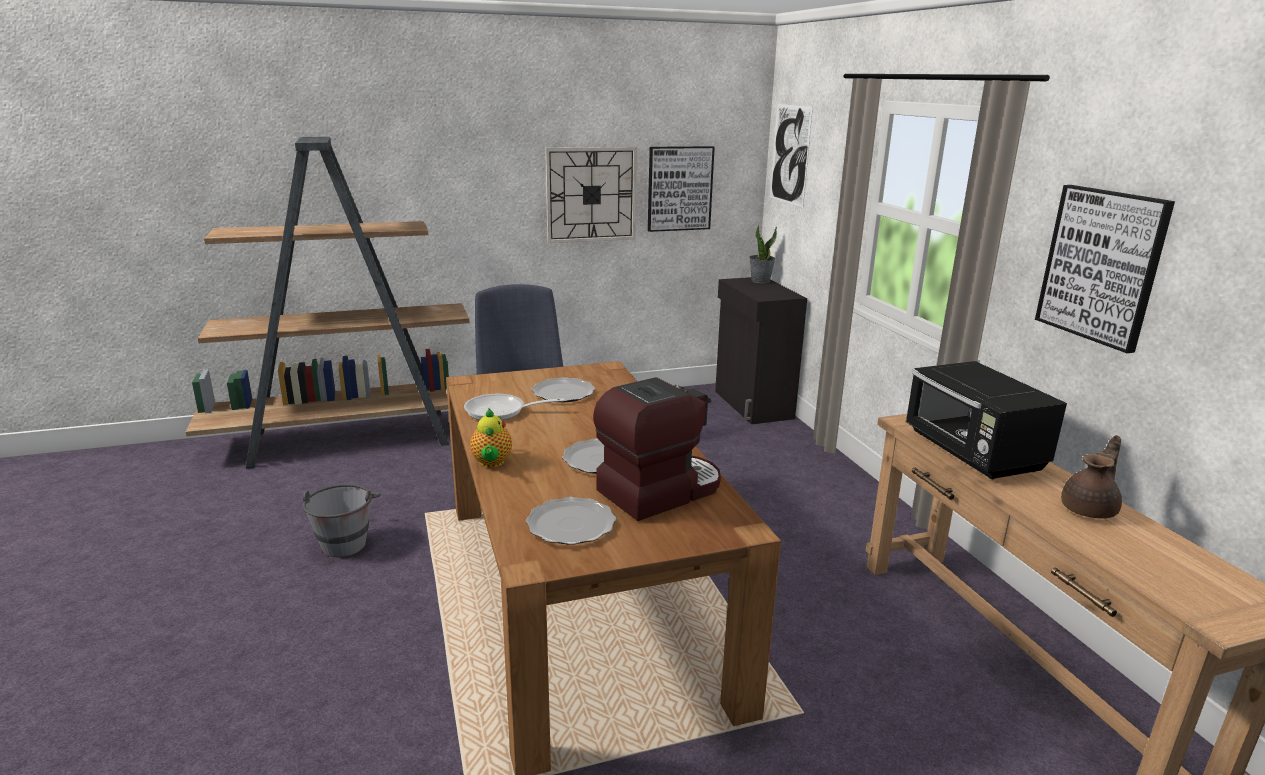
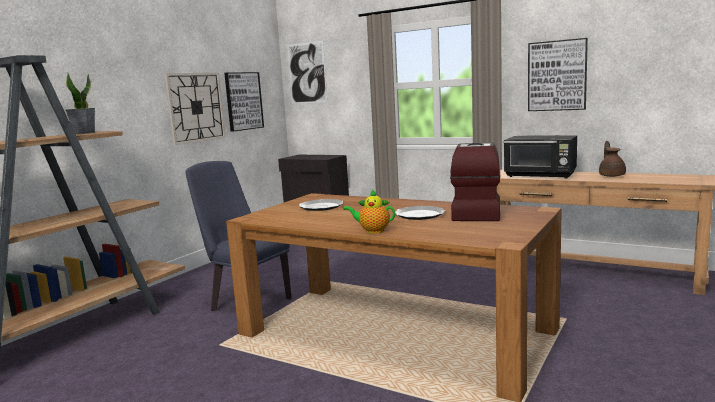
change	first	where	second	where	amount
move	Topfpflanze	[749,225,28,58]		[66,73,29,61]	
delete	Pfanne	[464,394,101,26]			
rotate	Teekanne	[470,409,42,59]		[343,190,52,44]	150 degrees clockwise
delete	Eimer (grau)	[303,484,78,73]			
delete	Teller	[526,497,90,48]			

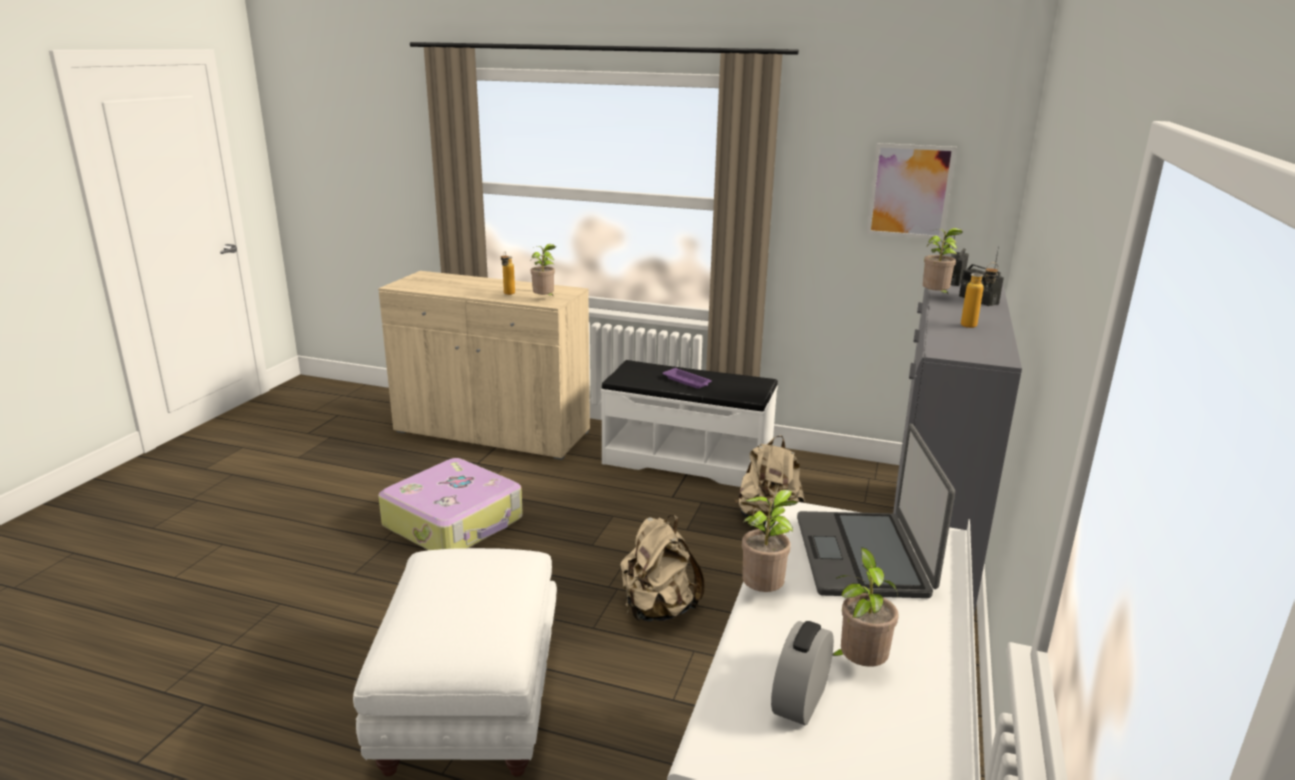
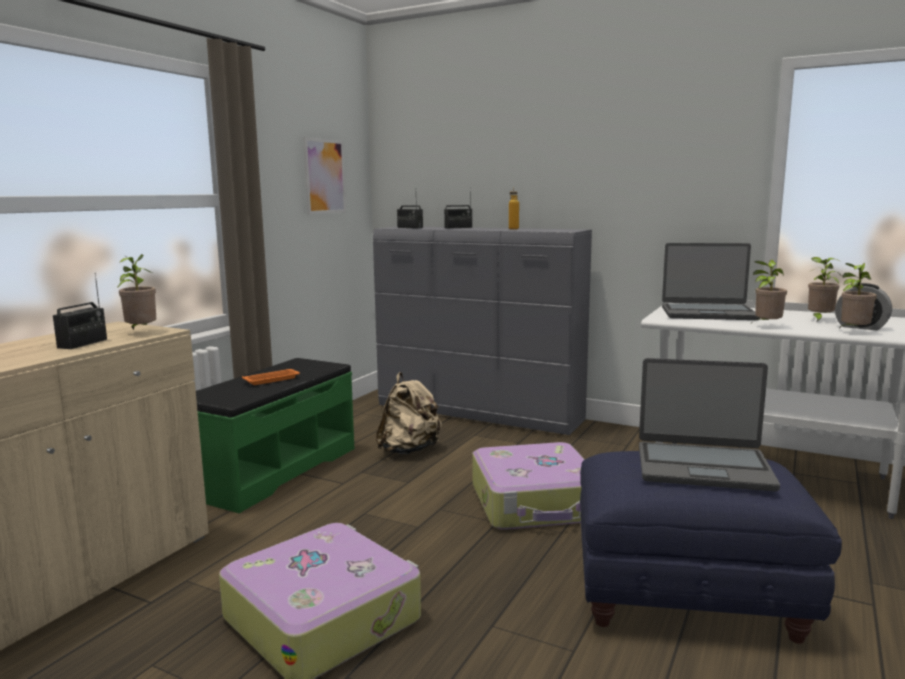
change	first	where	second	where	amount
move	Topfpflanze	[923,228,40,67]		[839,263,38,66]	
replace	Flasche	[501,251,14,44]	Radio	[53,273,54,76]	
recolor	Bank (weiß)	[601,360,177,127]	Bank (grün)	[196,358,158,155]	
recolor	Tablett (lila)	[663,368,49,21]	Tablett (orange)	[242,369,58,16]	
replace	Rucksack (beige)	[620,515,85,107]	Koffer	[472,442,113,88]	
recolor	Polsterhocker (weiß)	[353,548,204,229]	Polsterhocker (blau)	[580,451,262,193]	
insert			Laptop	[639,358,141,133]	

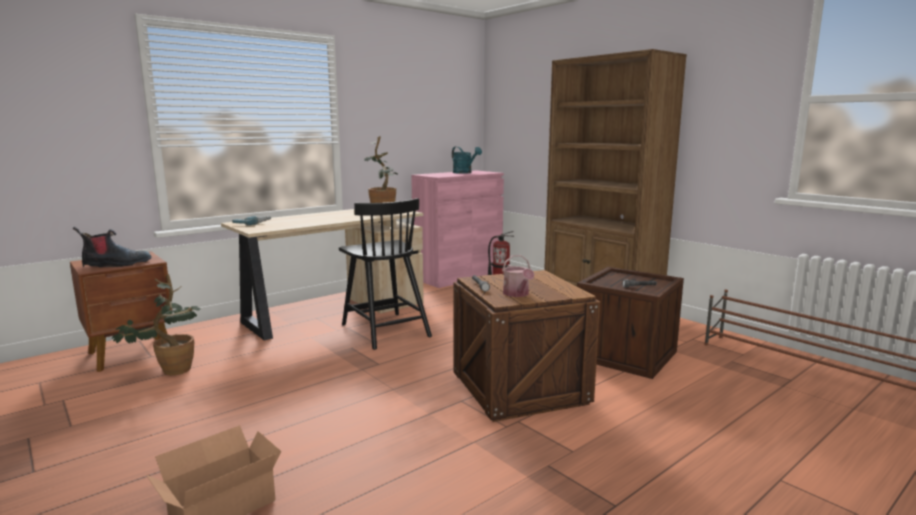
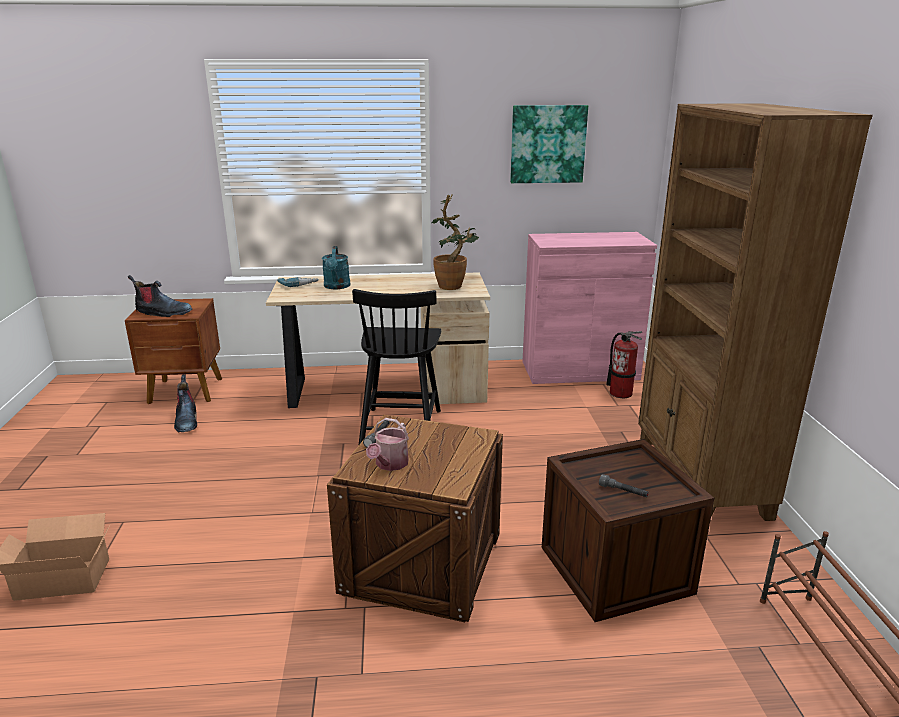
change	first	where	second	where	amount
move	Gießkanne (türkis)	[452,146,30,28]		[322,246,28,43]	
replace	Topfpflanze	[111,274,90,101]	Stiefel	[174,374,23,58]	
insert			Bild	[510,105,78,78]	

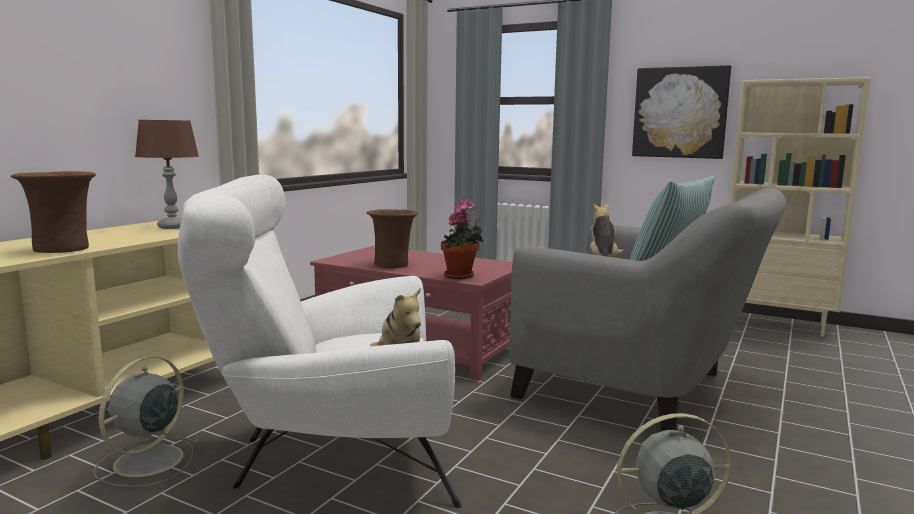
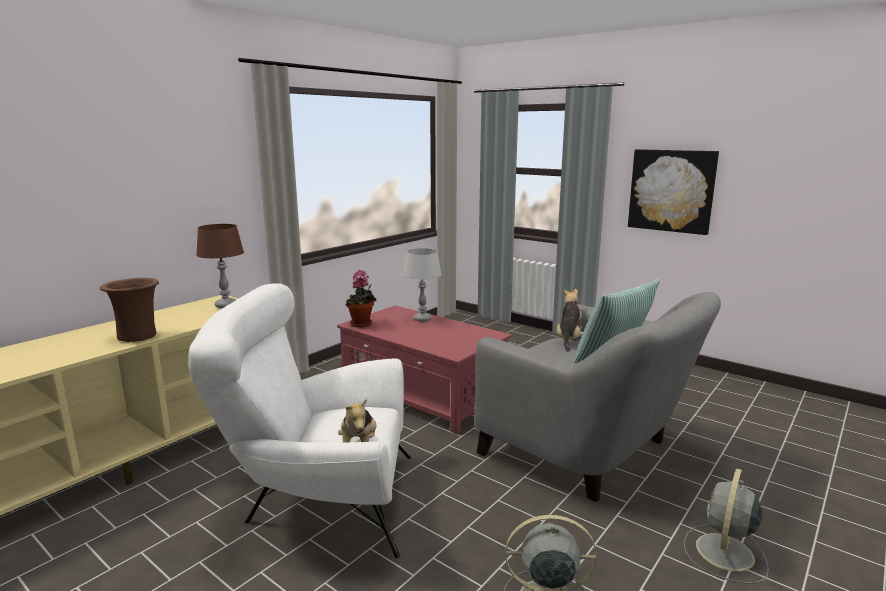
change	first	where	second	where	amount
delete	Bücherregal (beige)	[730,77,141,260]			
move	Topfpflanze	[441,198,42,81]		[346,270,30,57]	
delete	Vase (braun)	[367,209,50,59]			
move	Ventilator (grau)	[93,356,107,131]		[684,468,85,116]	
insert			Tischlampe (grau)	[403,248,39,74]	

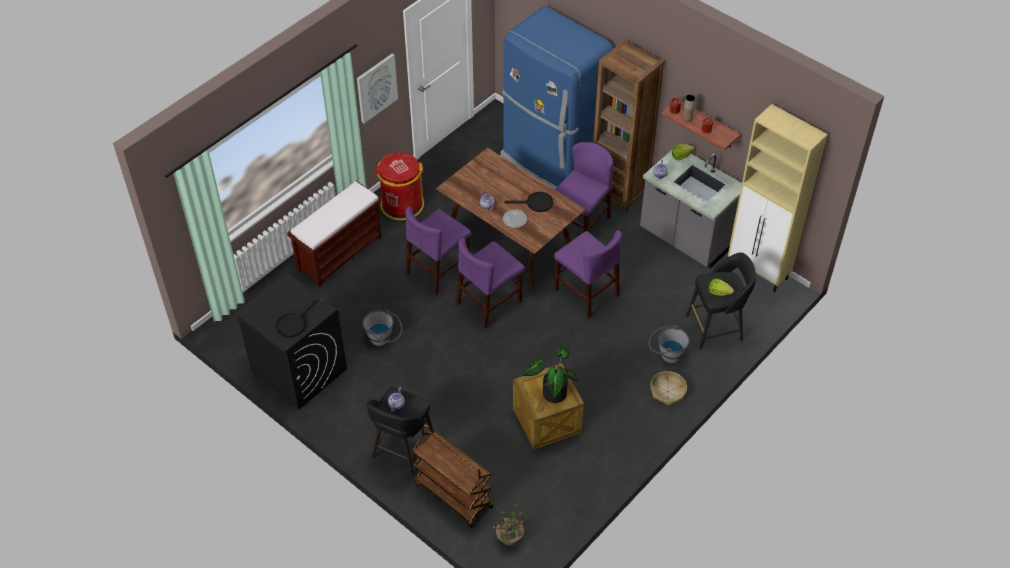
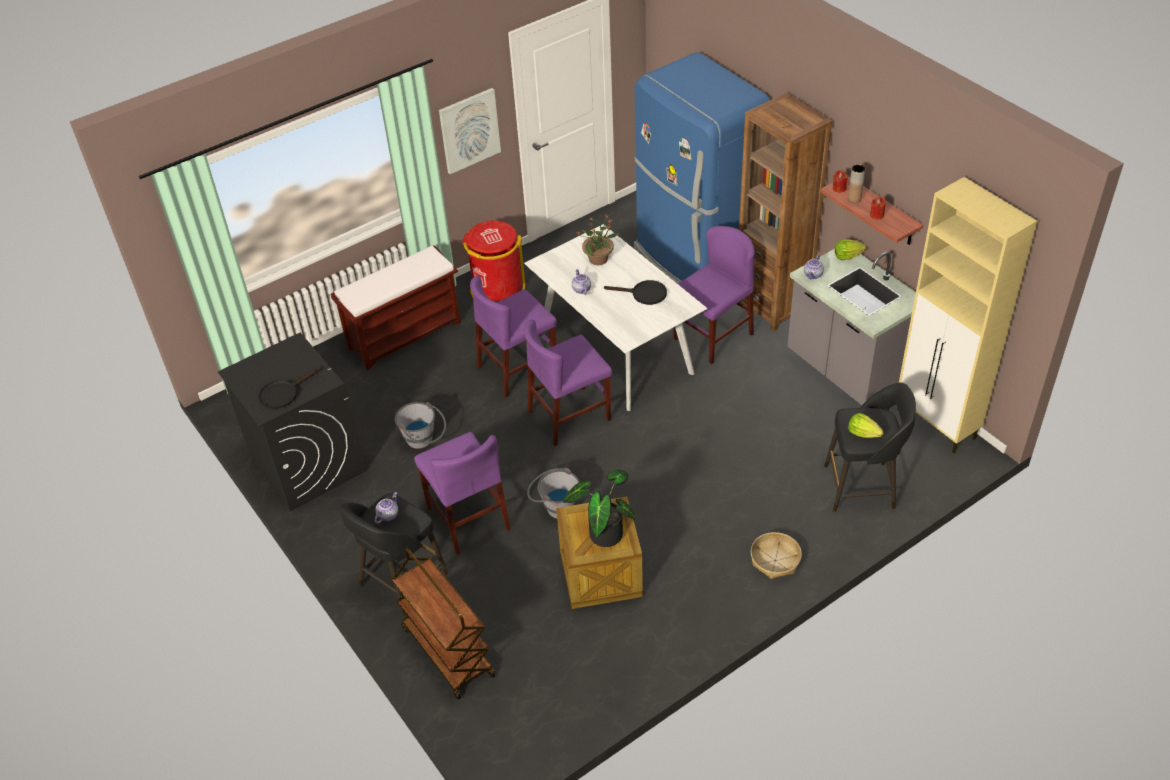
change	first	where	second	where	amount
recolor	Esstisch (braun)	[436,148,150,145]	Esstisch (weiß)	[524,224,183,187]	
delete	Teller	[503,210,24,18]			
move	Stuhl (lila)	[554,230,68,88]		[414,432,97,123]	
move	Eimer (grau)	[648,325,42,38]		[527,468,53,51]	
move	Topfpflanze	[493,504,35,42]		[577,215,42,50]	

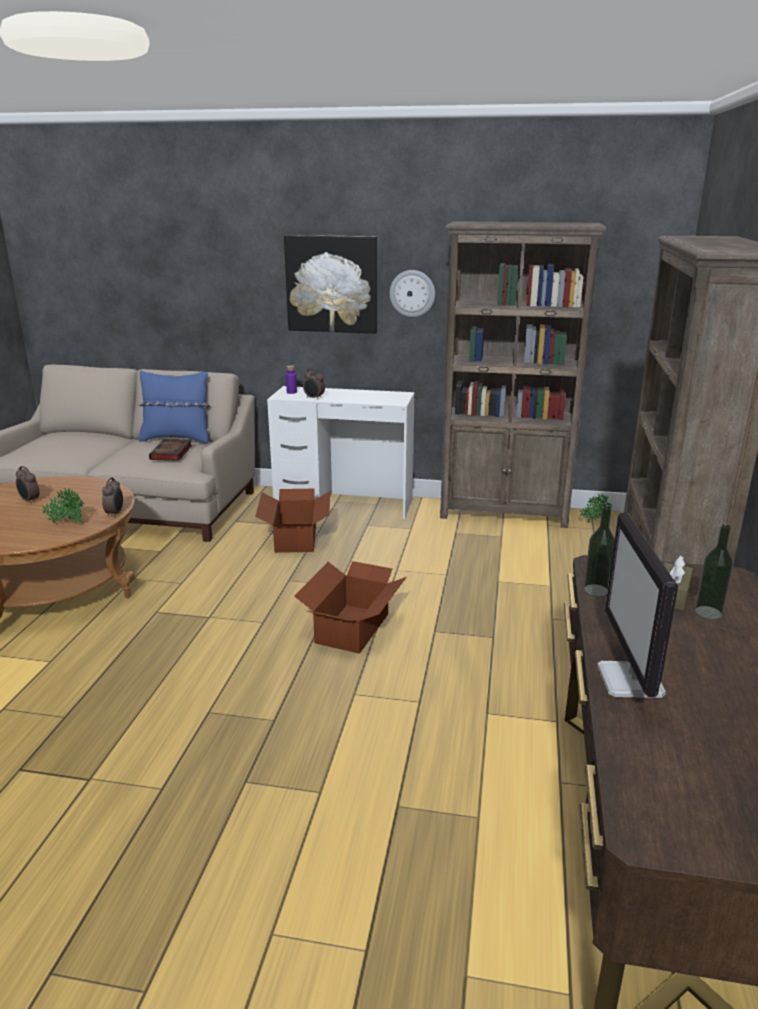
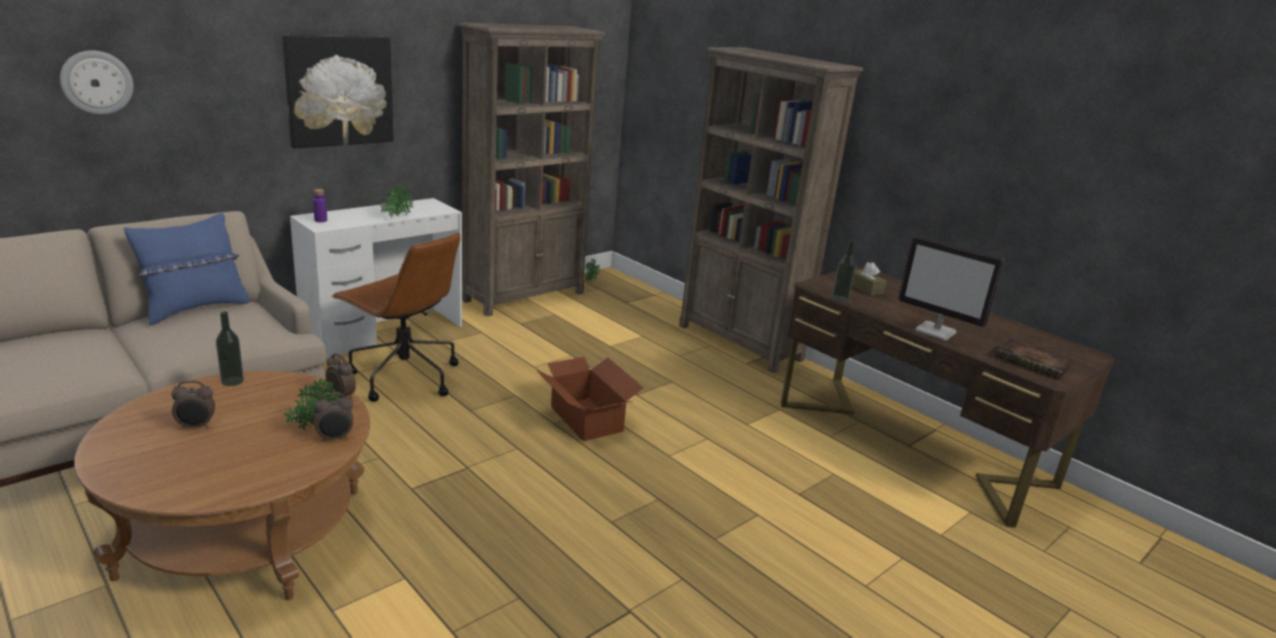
change	first	where	second	where	amount
move	Wanduhr	[390,270,45,47]		[60,50,74,65]	
move	Wecker	[303,368,22,32]		[314,393,39,49]	
move	Buch	[149,439,43,22]		[996,339,77,41]	
replace	Karton	[255,489,75,64]	Bürostuhl (braun)	[331,233,129,169]	
move	Flasche	[695,524,38,96]		[216,311,28,75]	
insert			Topfpflanze	[380,184,34,34]	

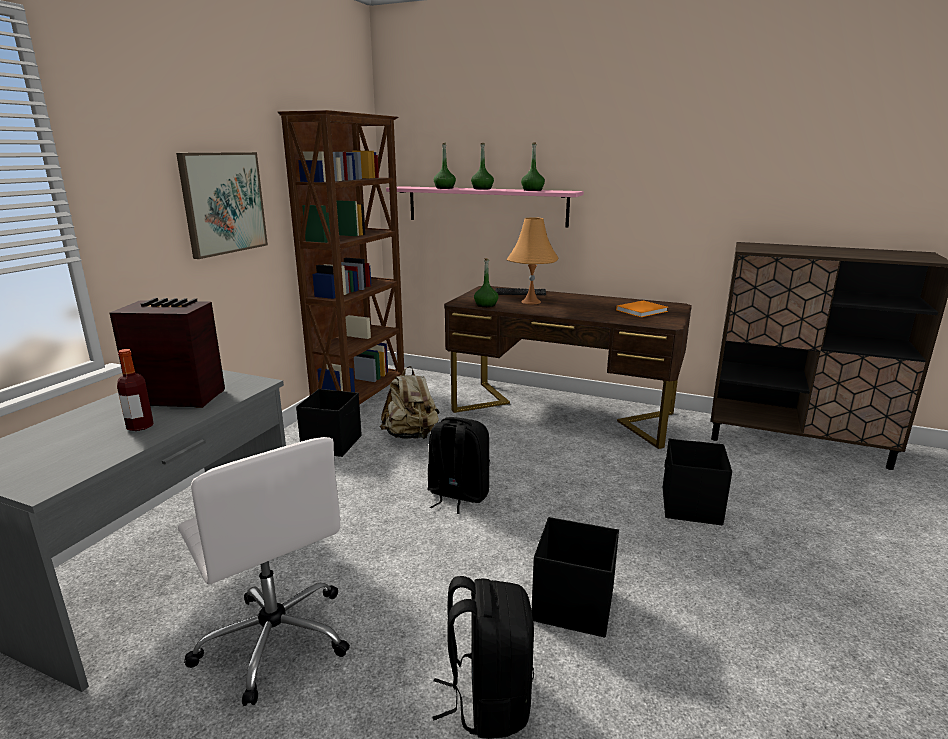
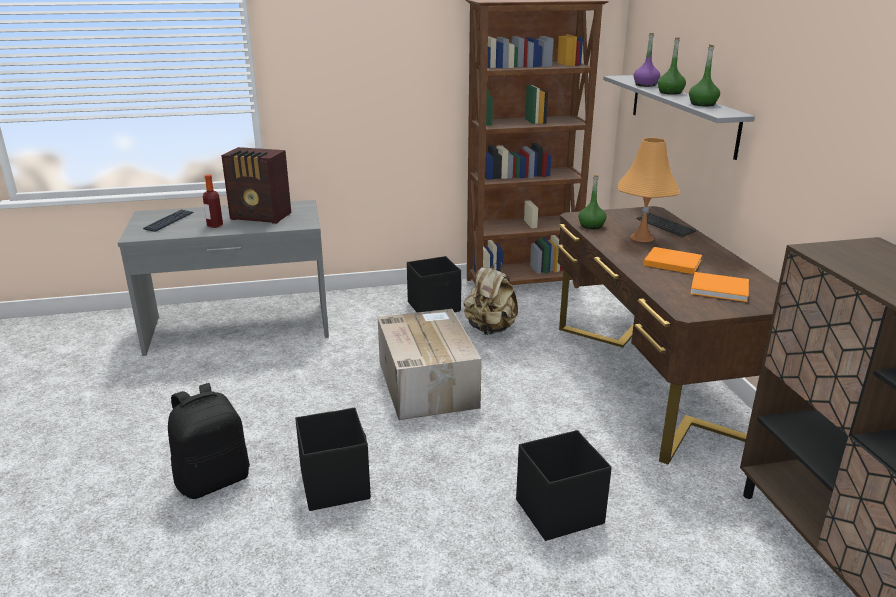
change	first	where	second	where	amount
recolor	Flasche (grün)	[434,143,22,46]	Flasche (lila)	[633,33,27,54]	
delete	Bild	[176,152,92,107]			
recolor	Wandregal (rosa)	[386,186,198,42]	Wandregal (grau)	[603,75,152,85]	
rotate	Radio	[110,298,115,110]		[221,147,70,77]	135 degrees clockwise
replace	Rucksack (schwarz)	[427,417,63,97]	Karton	[378,309,104,111]	
delete	Bürostuhl (weiß)	[178,437,172,269]			
insert			Tastatur	[143,209,50,23]	
insert			Buch (orange)	[644,247,58,27]	

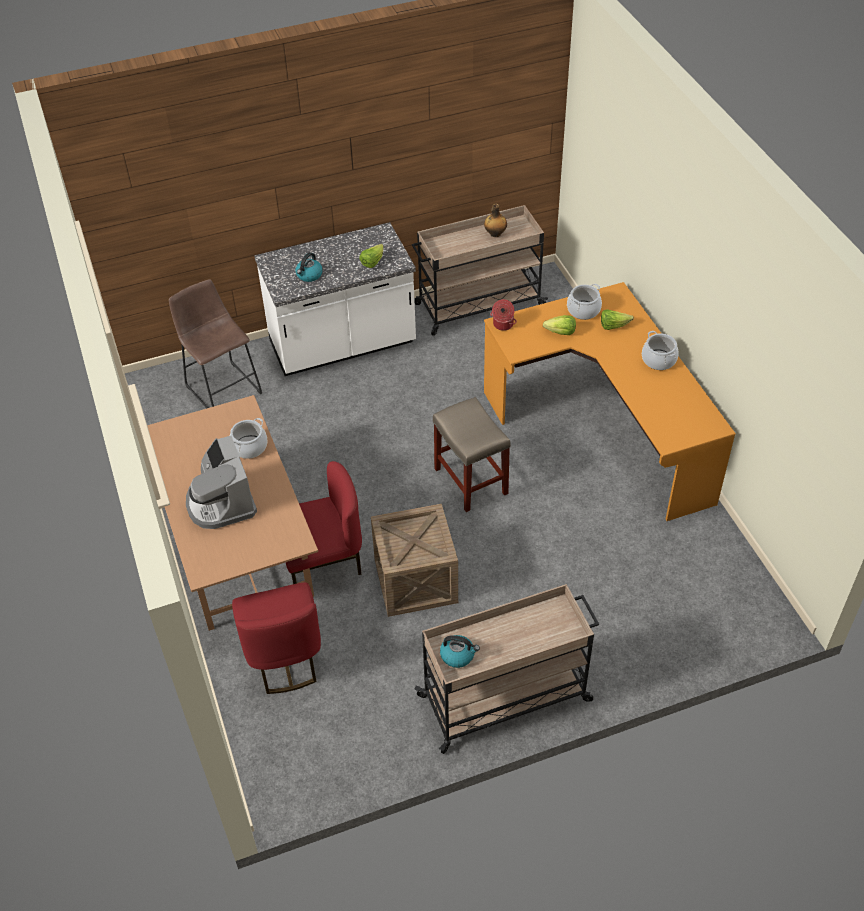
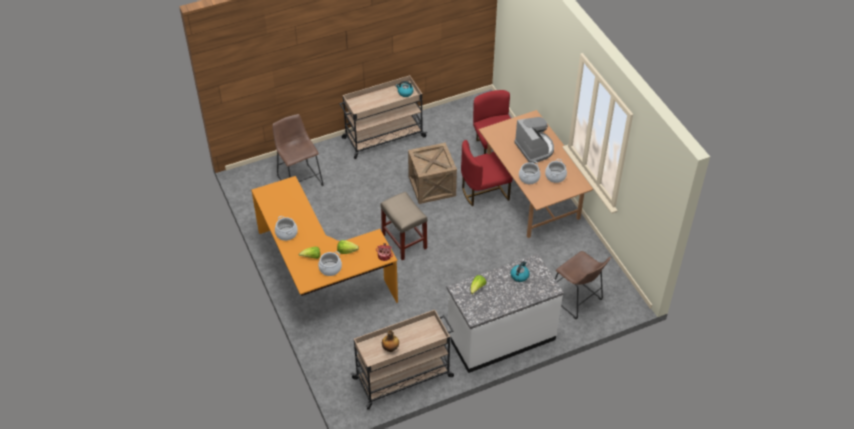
change	first	where	second	where	amount
insert			Hocker (braun)	[272,114,52,72]	
insert			Kochtopf	[545,159,22,24]	

